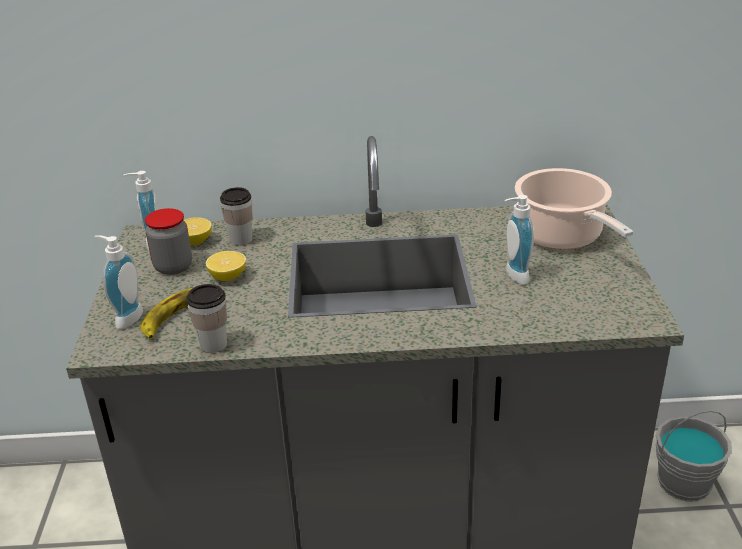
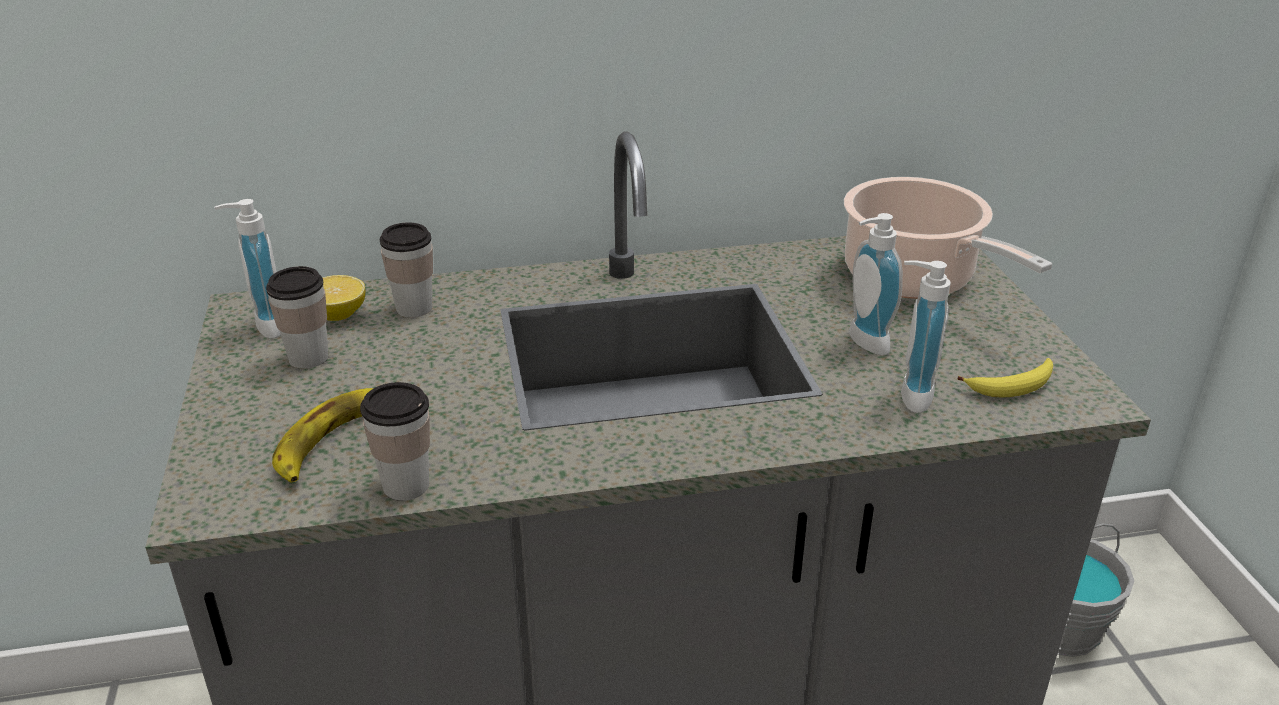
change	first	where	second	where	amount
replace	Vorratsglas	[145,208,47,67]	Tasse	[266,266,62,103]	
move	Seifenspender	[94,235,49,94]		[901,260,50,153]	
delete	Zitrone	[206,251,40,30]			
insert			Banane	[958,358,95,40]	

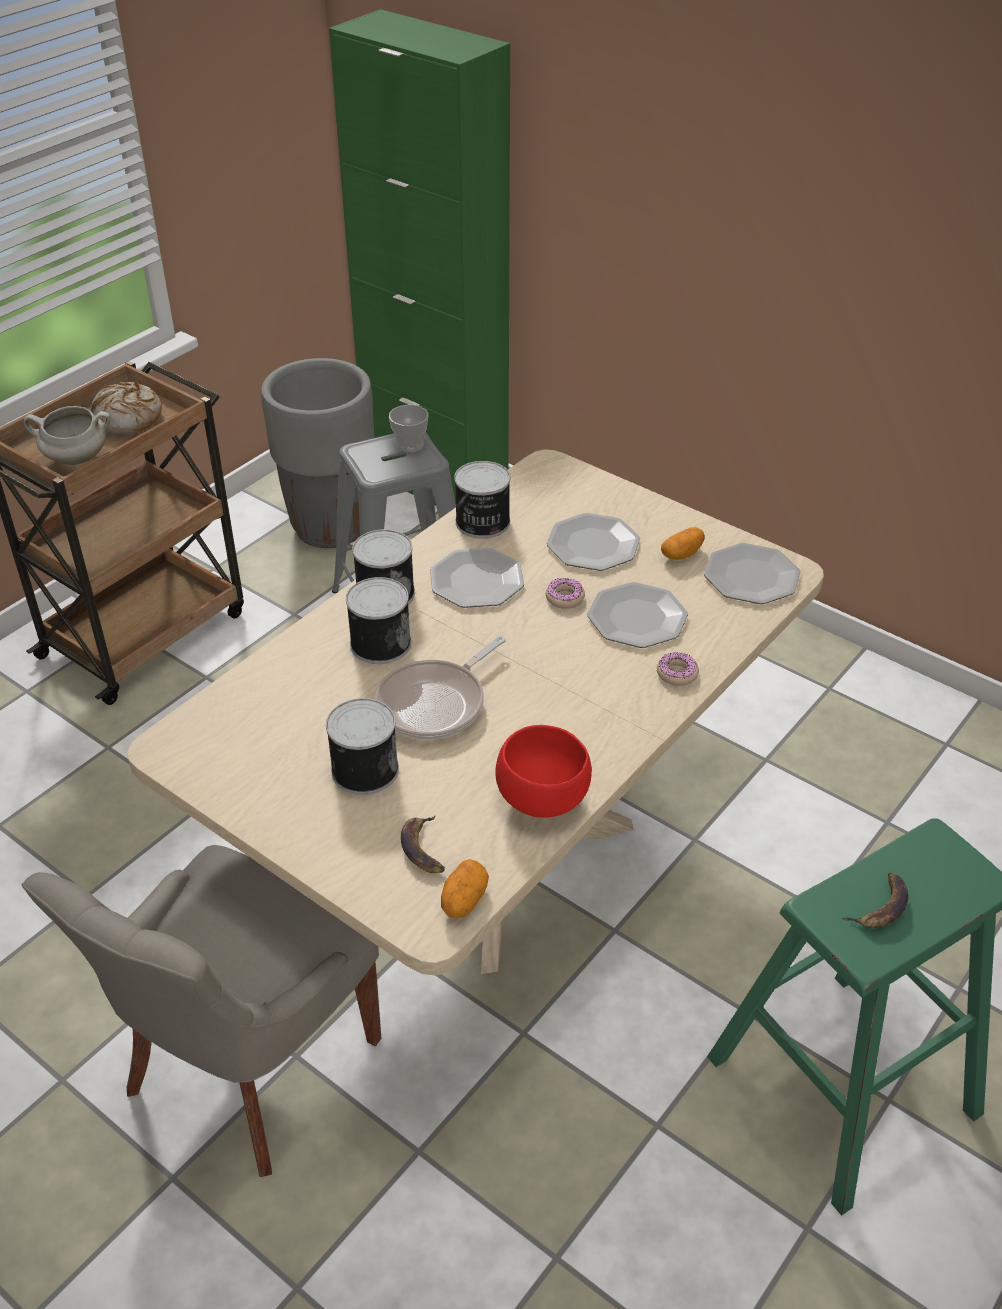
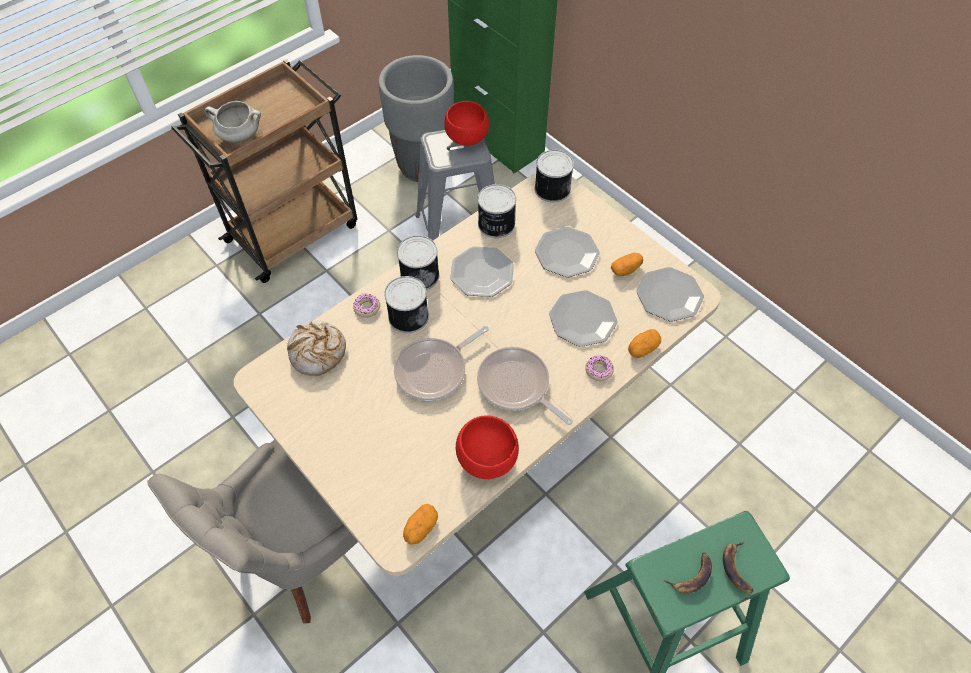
change	first	where	second	where	amount
move	Brot	[91,382,71,53]		[287,321,59,55]	
replace	Tasse	[389,405,40,47]	Schüssel (rot)	[444,101,45,45]	
move	Donut	[546,578,39,31]		[353,293,27,25]	
move	Dose	[326,698,73,97]		[535,150,39,53]	
move	Banane	[401,815,44,58]		[723,542,31,51]	
insert			Kartoffel	[628,329,33,29]	
insert			Pfanne	[477,347,96,78]	

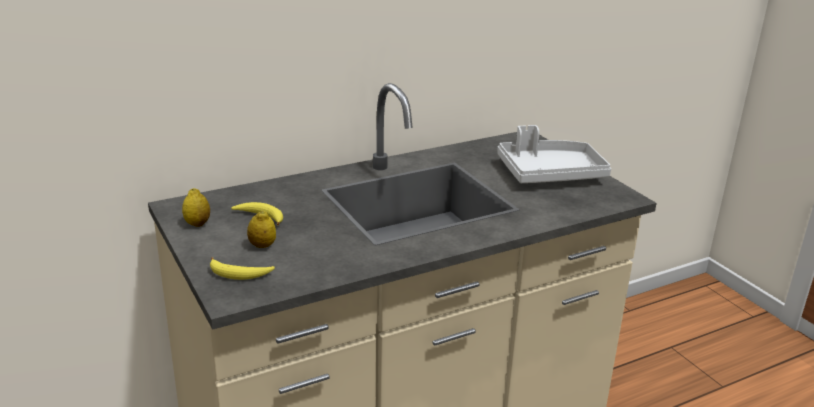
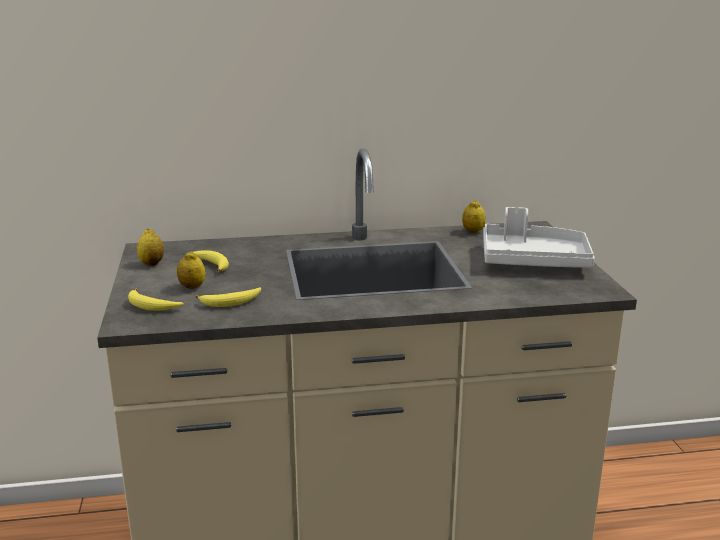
change	first	where	second	where	amount
insert			Zitrone	[462,200,24,33]	
insert			Banane	[196,287,65,20]	

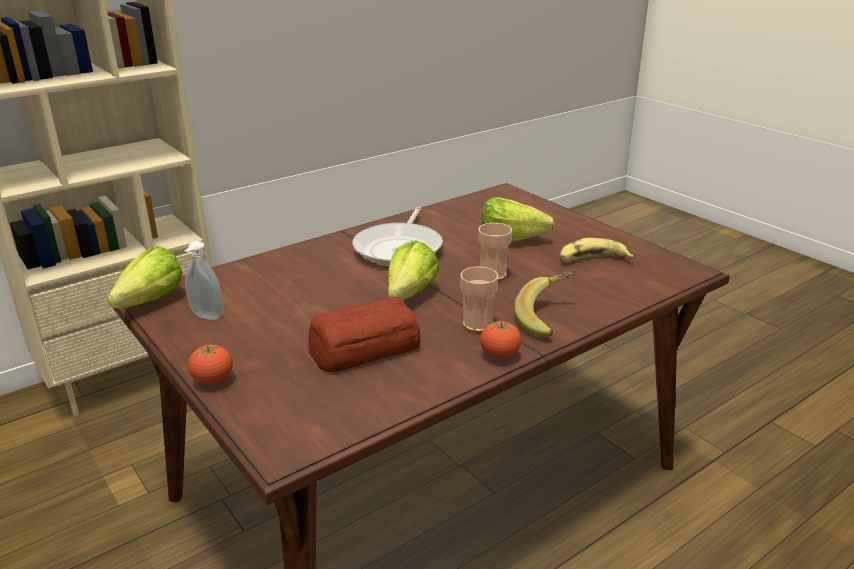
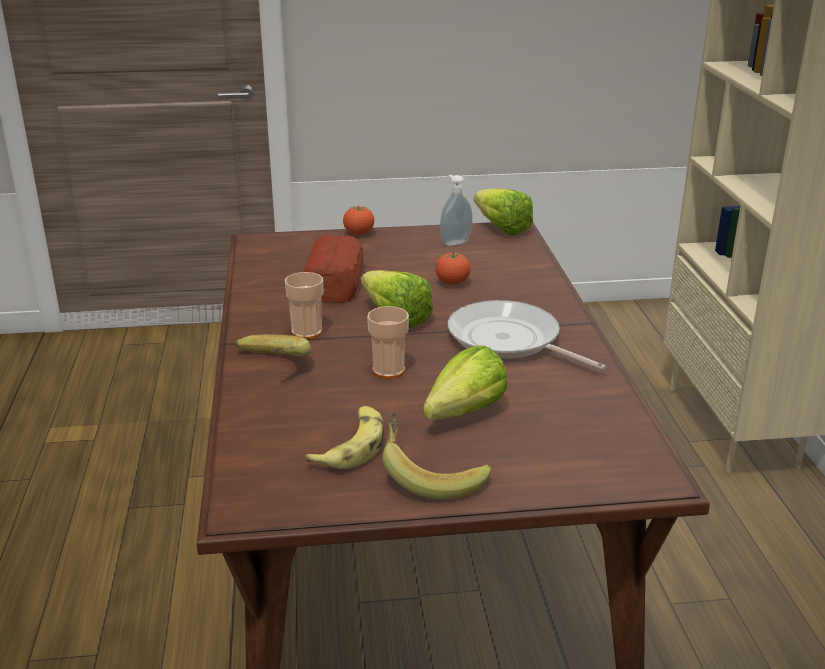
change	first	where	second	where	amount
move	Tomate	[480,321,41,38]		[435,252,36,33]	
insert			Banane	[382,412,110,88]	

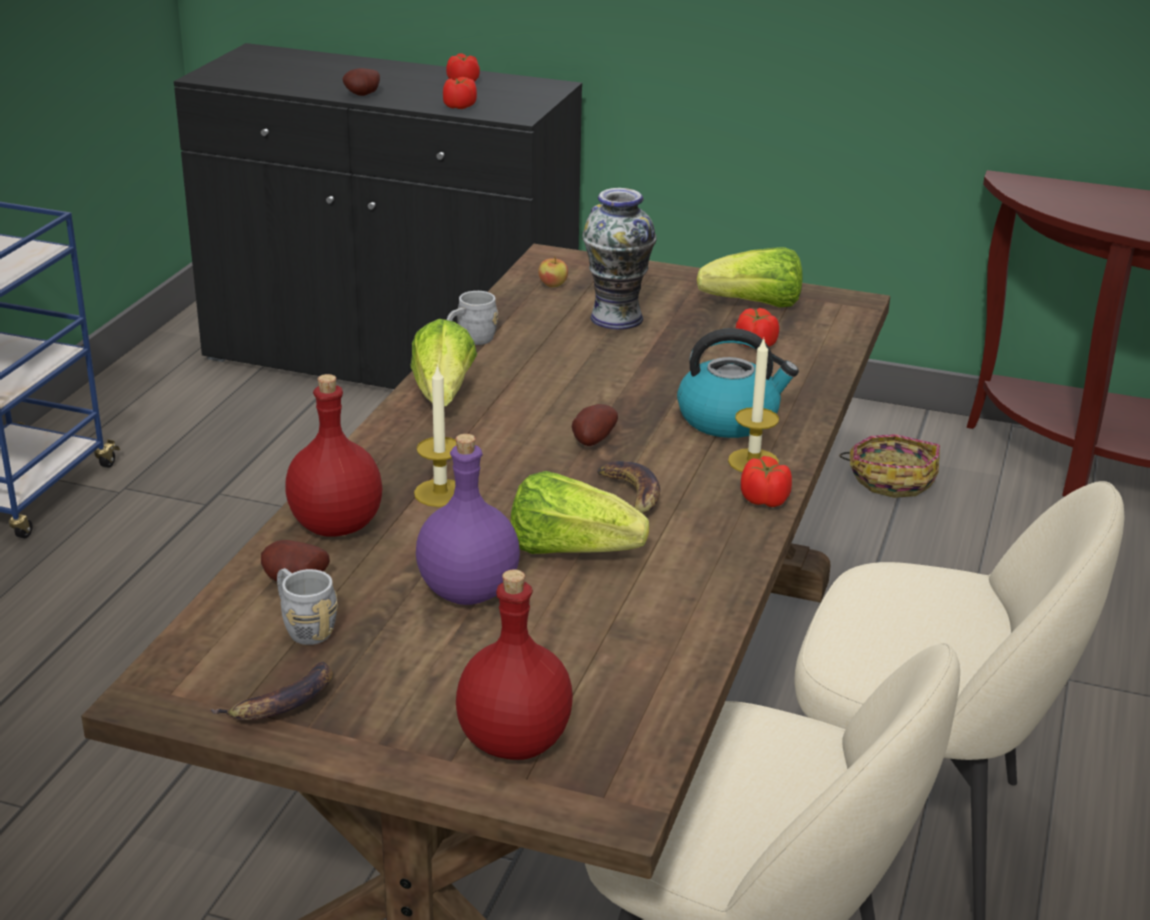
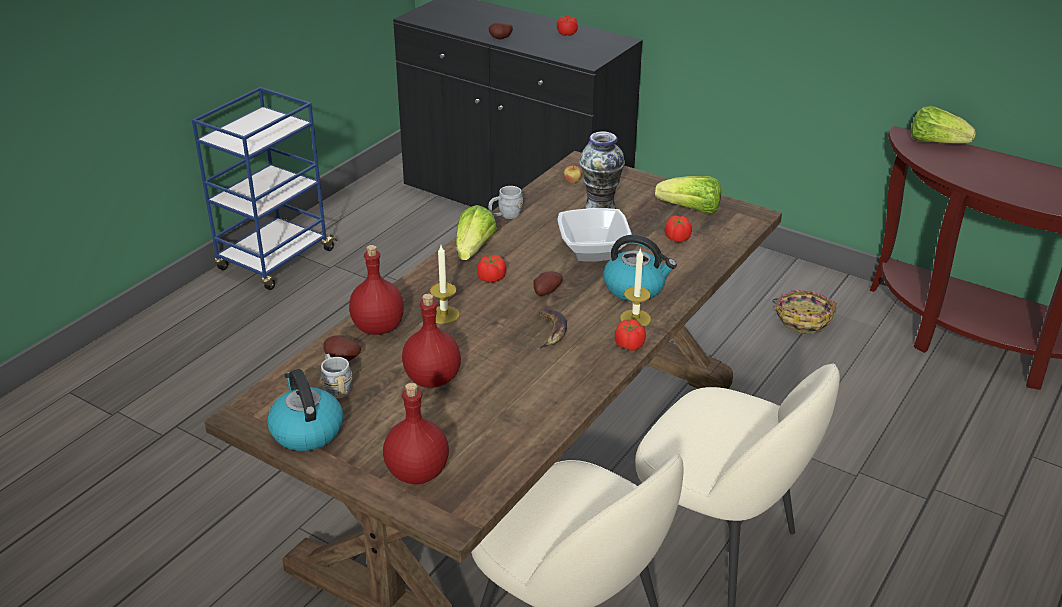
change	first	where	second	where	amount
move	Tomate	[443,77,34,32]		[477,255,29,28]	
recolor	Flasche (lila)	[416,434,104,171]	Flasche (rot)	[402,294,59,94]	
move	Salatkopf	[511,471,138,83]		[911,106,65,38]	
replace	Banane	[210,662,123,58]	Wasserkessel	[267,369,76,82]	
insert			Schüssel	[557,208,75,54]	

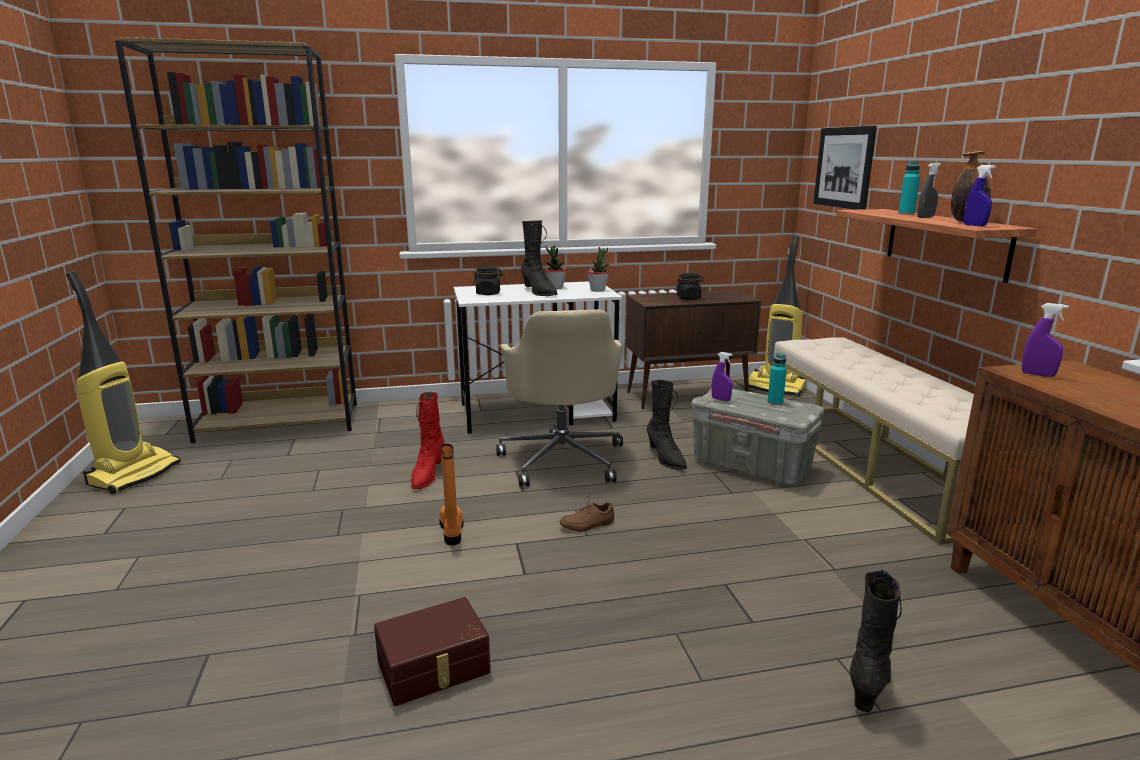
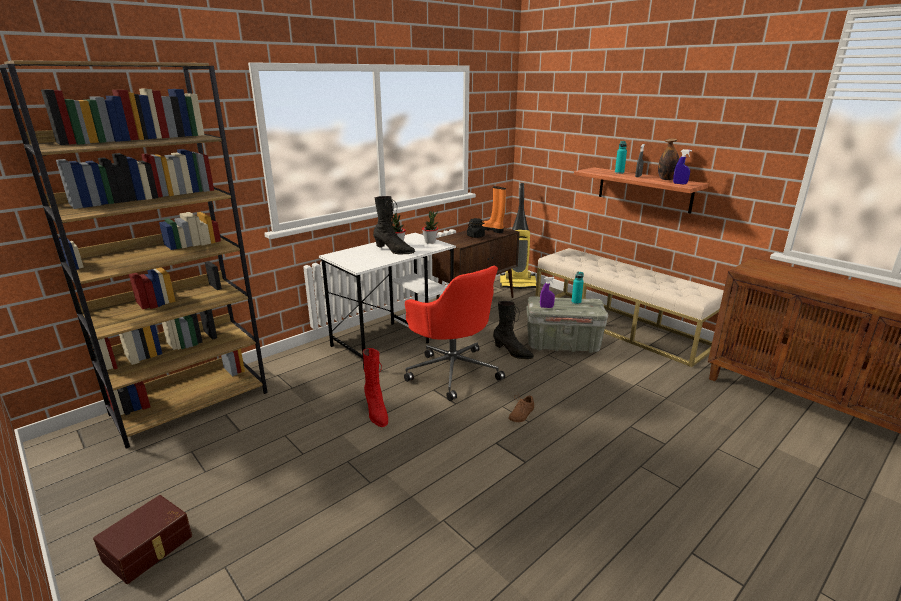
change	first	where	second	where	amount
delete	Bild	[813,126,64,84]			
delete	Vorratsglas (schwarz)	[473,266,30,29]			
delete	Staubsauger	[66,271,115,223]			
delete	Sprühflasche (lila)	[1022,303,47,74]			
recolor	Bürostuhl (beige)	[496,309,127,178]	Bürostuhl (rot)	[404,266,101,135]	
move	Stiefel (orange)	[439,444,25,101]		[482,186,24,47]	
delete	Stiefel (schwarz)	[850,570,52,143]			
move	Aufbewahrungsbox (braun)	[374,597,117,109]		[93,495,99,89]	

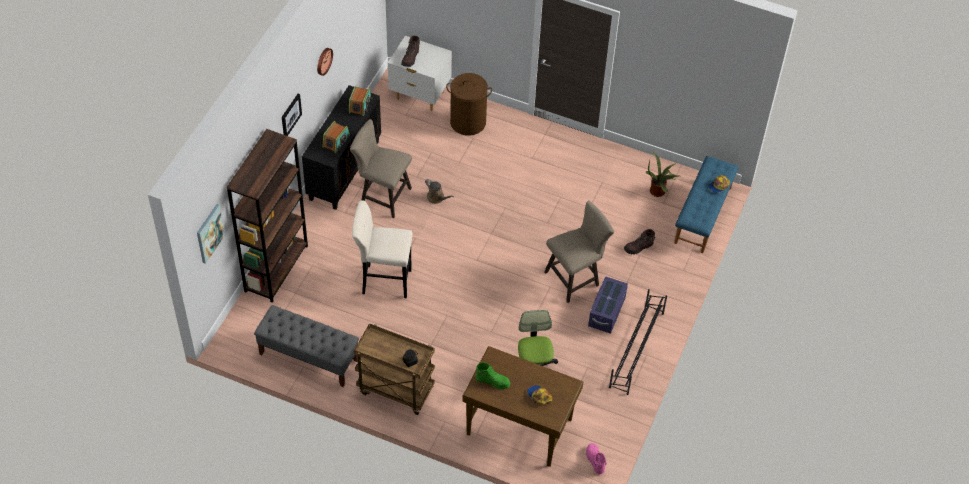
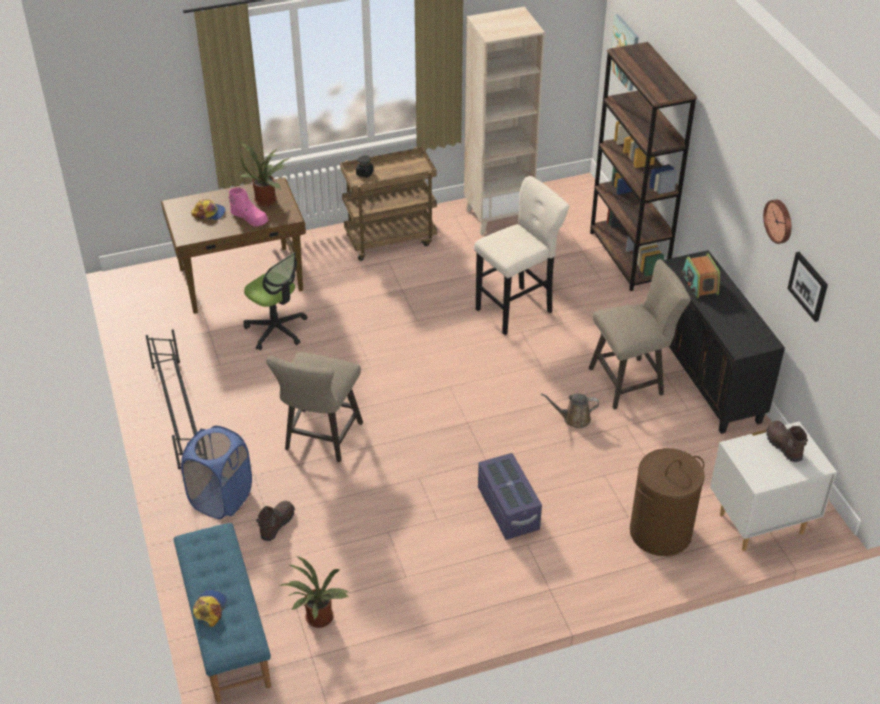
change	first	where	second	where	amount
delete	Radio	[349,85,23,31]			
move	Bild	[282,94,20,42]		[787,252,41,70]	
move	Aufbewahrungsbox (lila)	[588,276,40,58]		[478,453,64,87]	
replace	Bank (grau)	[254,305,105,82]	Bücherregal (beige)	[464,6,81,229]	
replace	Stiefel (grün)	[476,362,34,28]	Topfpflanze	[240,143,50,63]	
move	Stiefel (rosa)	[586,443,20,31]		[228,187,40,40]	
insert			Wäschekorb (blau)	[181,426,71,93]	

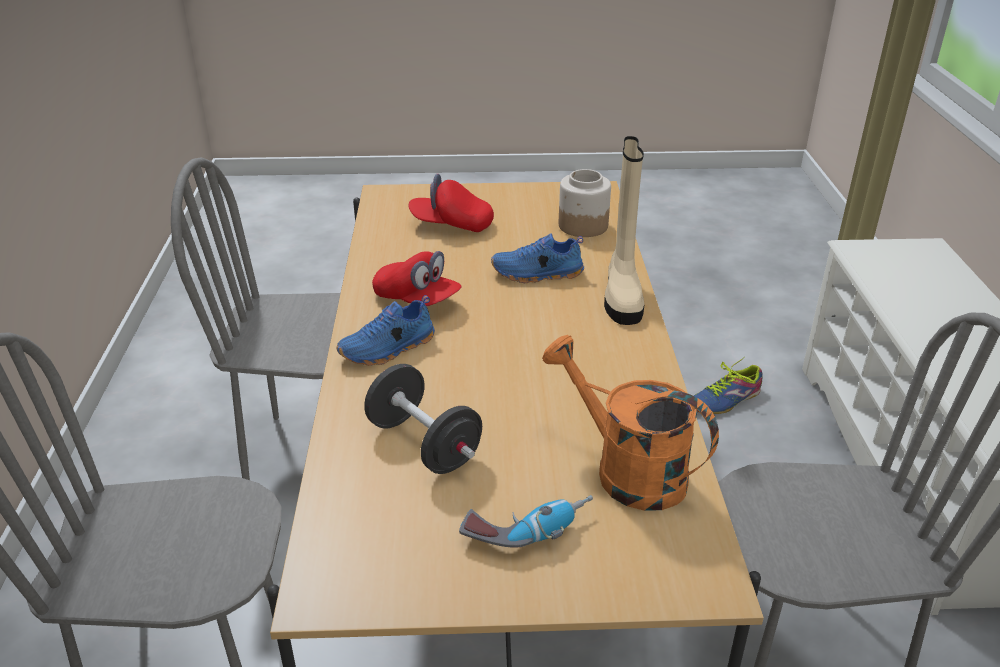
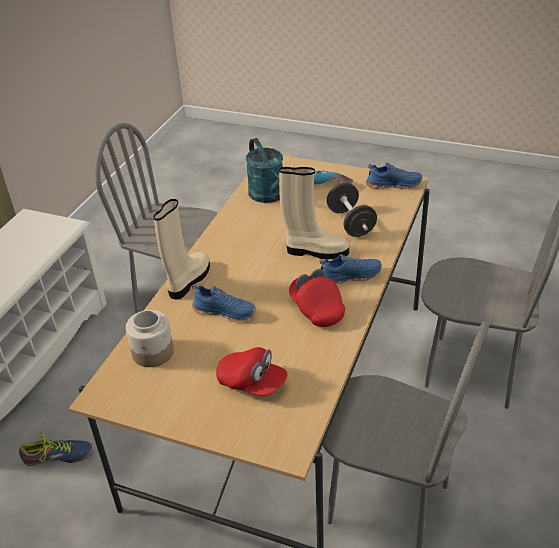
change	first	where	second	where	amount
recolor	Gießkanne (orange)	[542,335,177,176]	Gießkanne (türkis)	[246,138,37,65]	
insert			Schuh (blau)	[366,163,56,26]	
insert			Stiefel (beige)	[279,167,70,92]	

